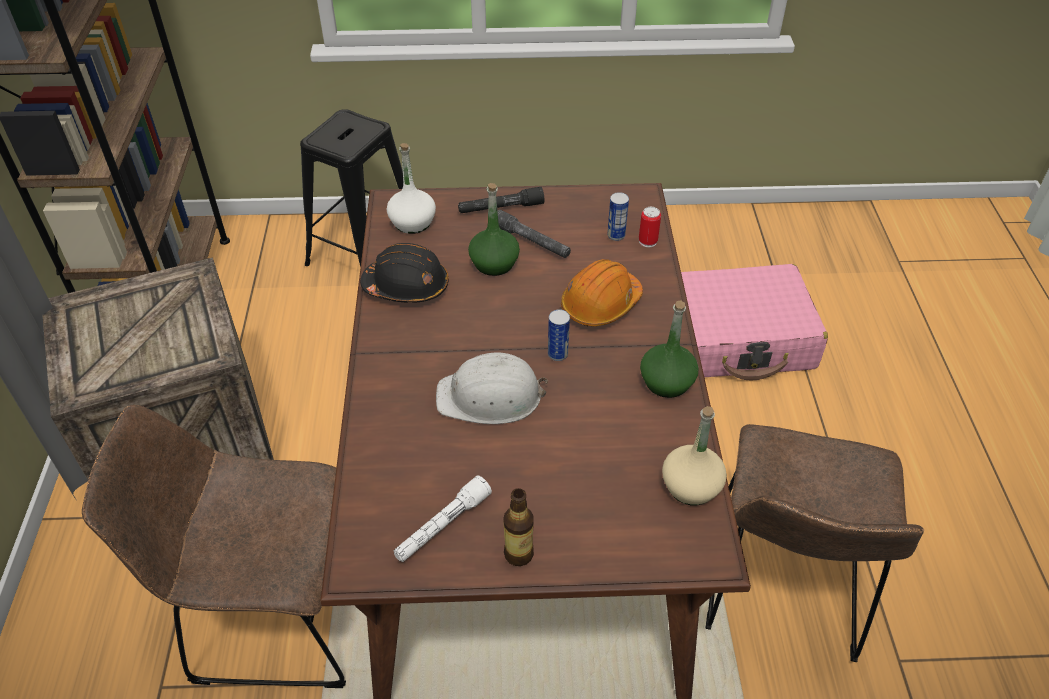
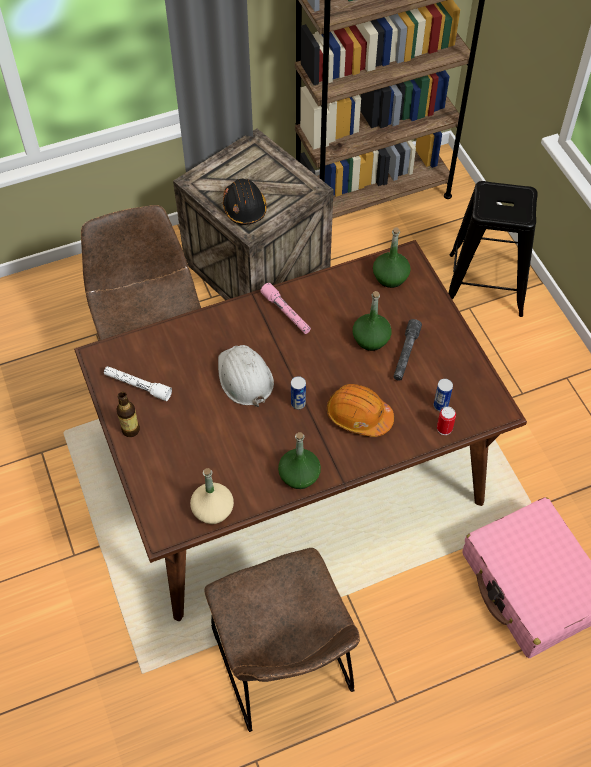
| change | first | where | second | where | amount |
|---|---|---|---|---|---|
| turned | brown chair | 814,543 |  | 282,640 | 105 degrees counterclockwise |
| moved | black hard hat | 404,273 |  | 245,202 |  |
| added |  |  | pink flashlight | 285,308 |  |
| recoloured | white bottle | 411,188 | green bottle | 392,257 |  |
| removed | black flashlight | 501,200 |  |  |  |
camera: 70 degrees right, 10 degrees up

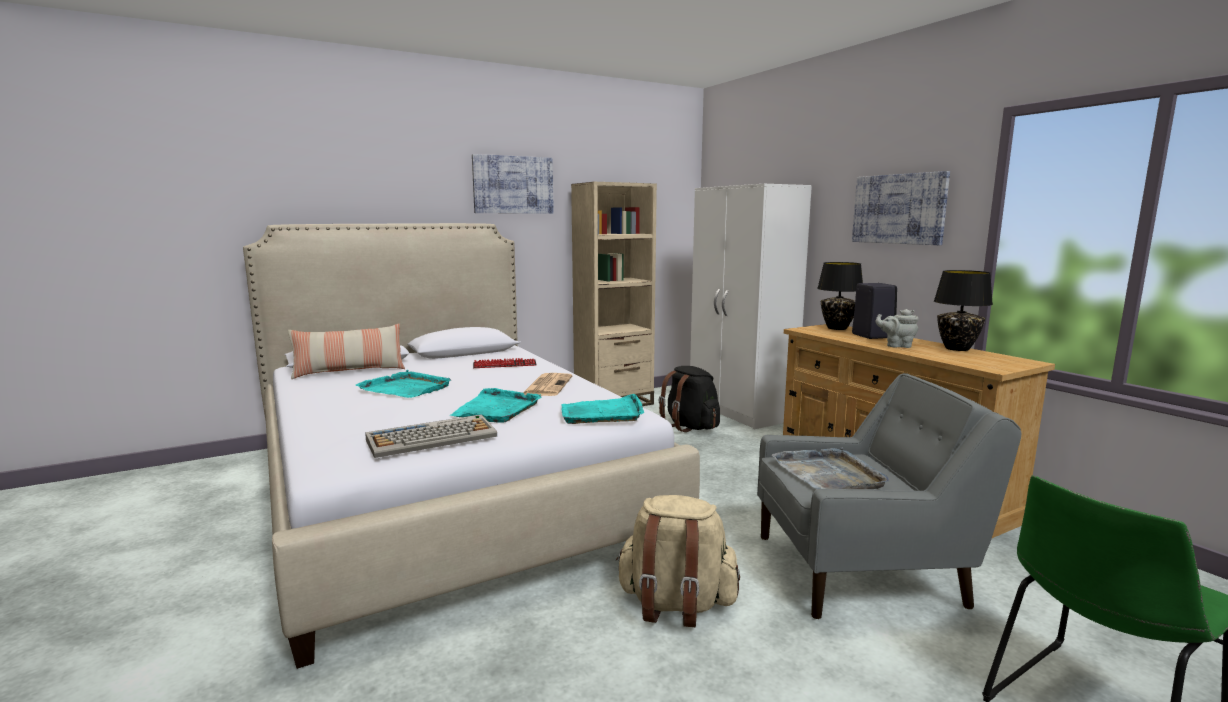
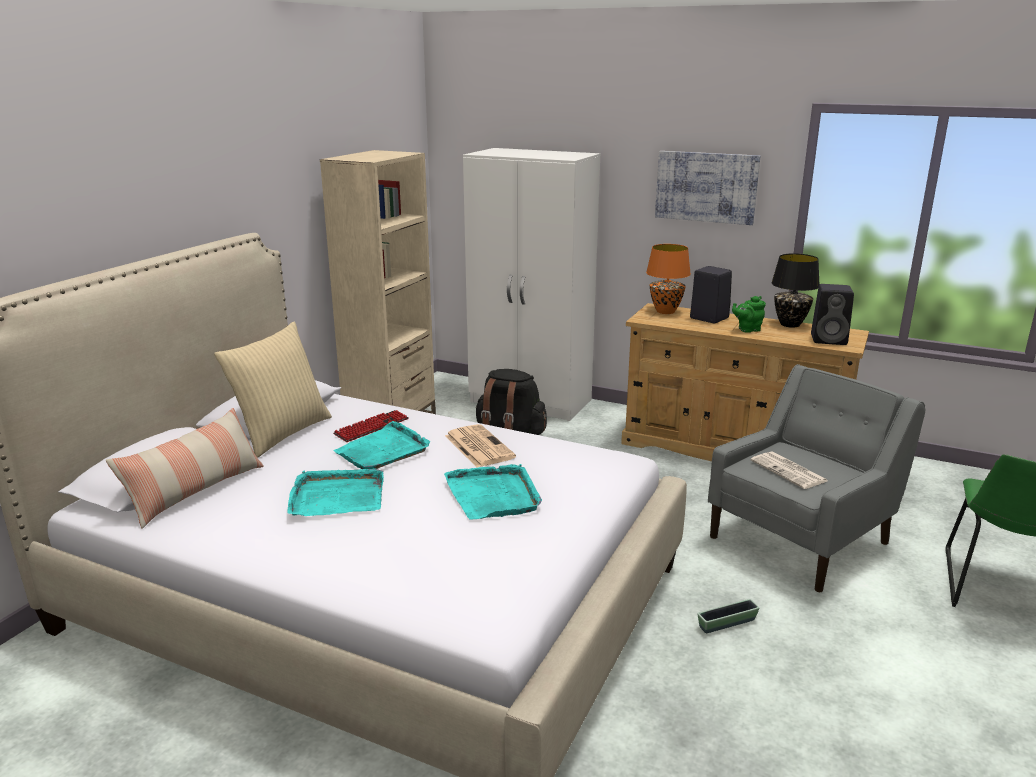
| change | first | where | second | where | amount |
|---|---|---|---|---|---|
| added |  |  | beige pillow | 273,390 |  |
| moved | turquoise tray | 603,409 |  | 381,445 |  |
| recoloured | black table lamp | 840,296 | orange table lamp | 668,279 |  |
| replaced | beige backpack | 678,561 | planter | 728,616 |  |
| recoloured | grey teapot | 897,328 | green teapot | 749,314 |  |
| replaced | grey tray | 830,468 | newspaper | 789,470 |  |
| added |  |  | black speaker | 832,314 |  |
| removed | keyboard | 431,436 |  |  |  |
| removed | picture | 513,184 |  |  |  |
camera: 35 degrees left, 10 degrees up

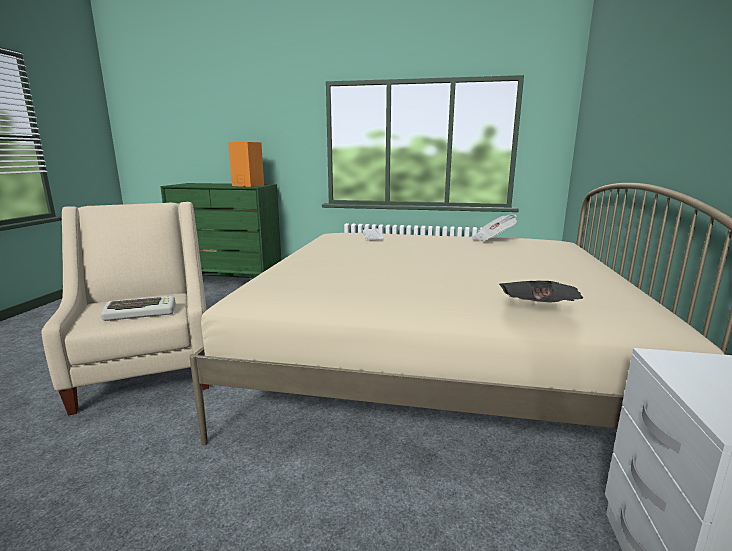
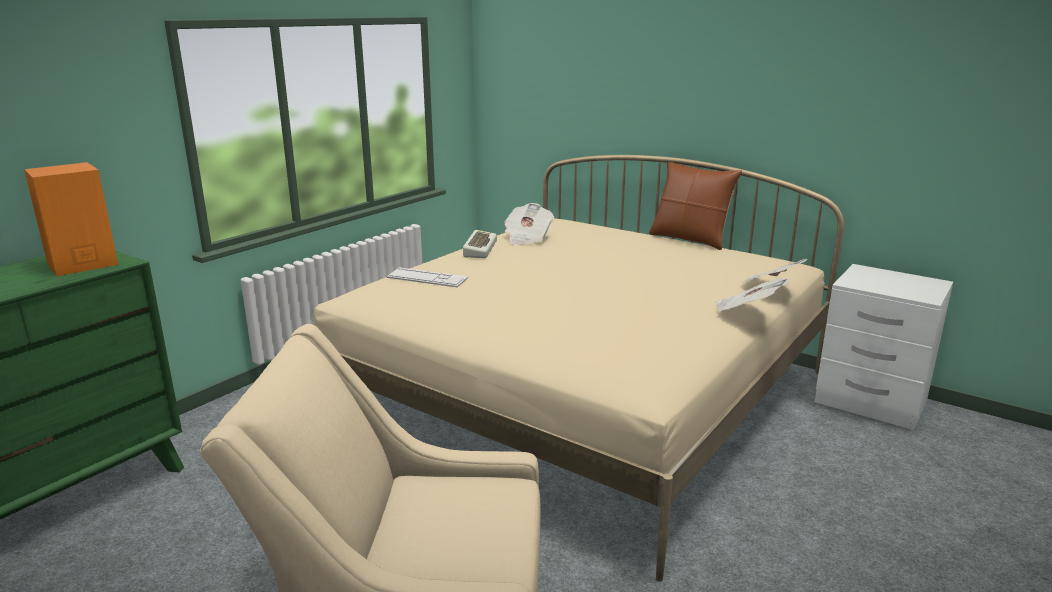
| change | first | where | second | where | amount |
|---|---|---|---|---|---|
| moved | keyboard | 138,308 |  | 480,244 |  |
| added |  |  | brown pillow | 695,206 |  |
| added |  |  | newspaper | 752,294 |  |
camera: 65 degrees left, 5 degrees up

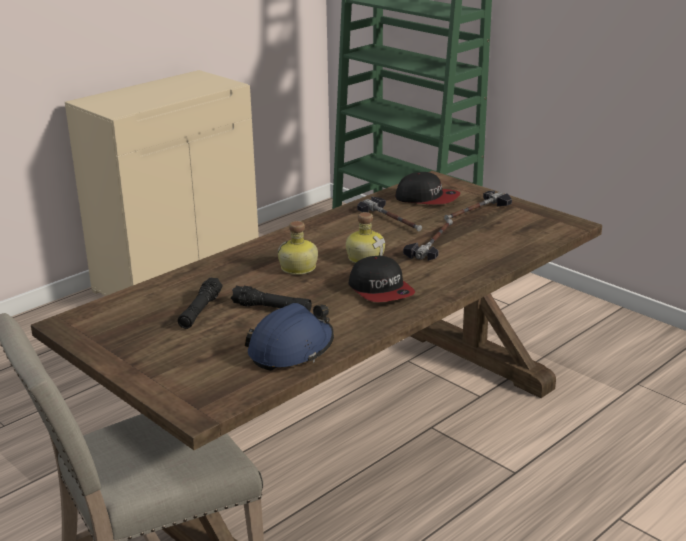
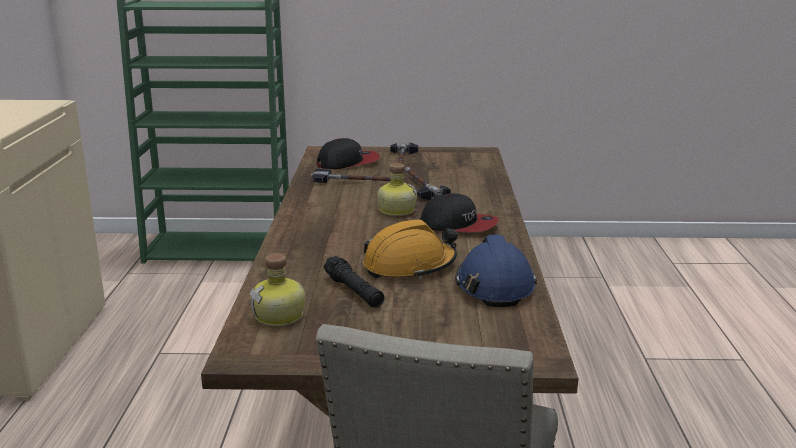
| change | first | where | second | where | amount |
|---|---|---|---|---|---|
| moved | bottle | 298,248 |  | 277,289 |  |
| replaced | black flashlight | 271,298 | orange hard hat | 410,249 |  |
camera: 45 degrees left, 5 degrees down

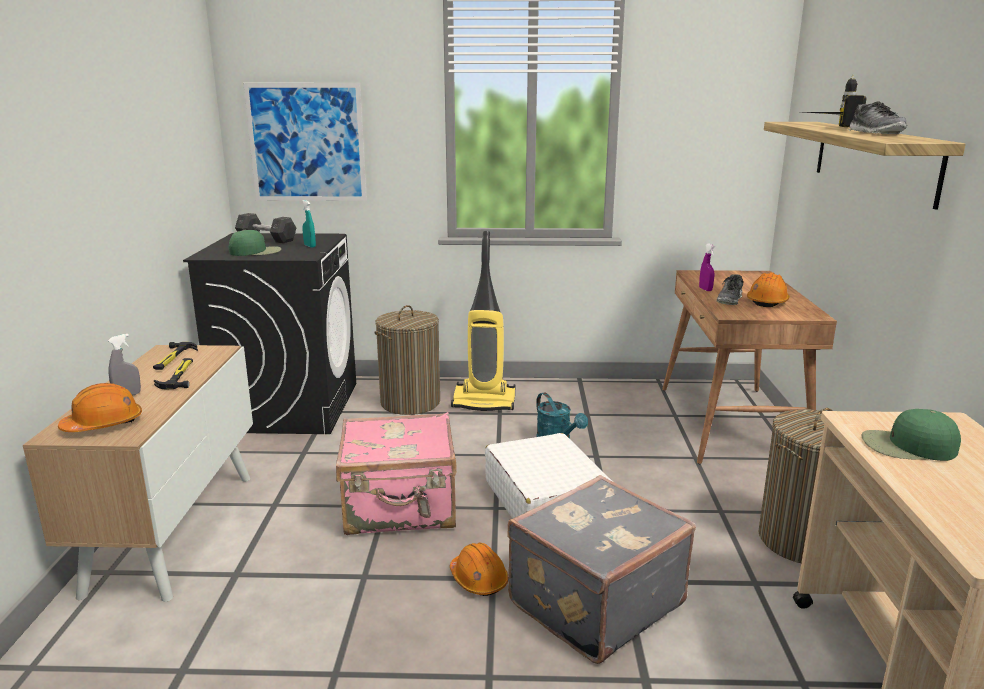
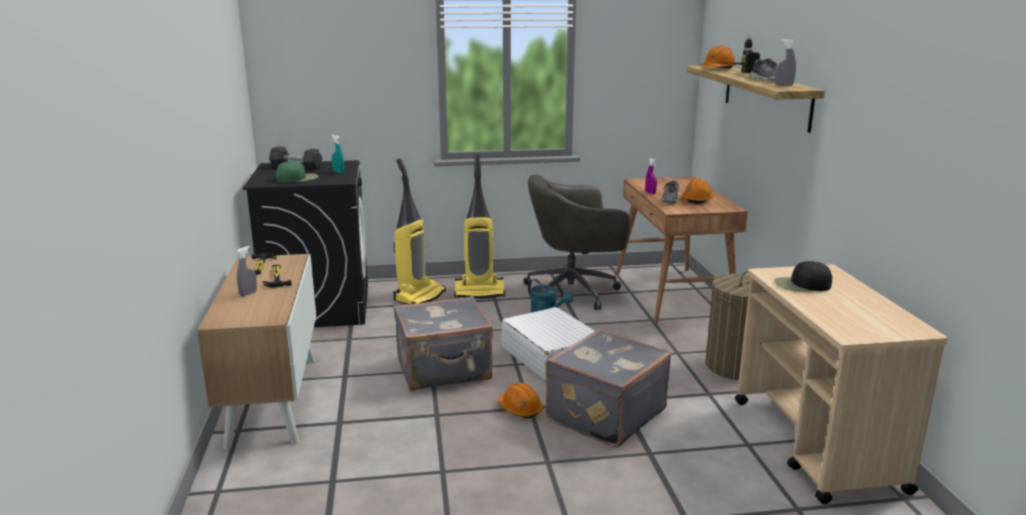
| change | first | where | second | where | amount |
|---|---|---|---|---|---|
| replaced | laundry basket | 407,360 | vacuum cleaner | 419,231 |  |
| recoloured | pink suitcase | 396,473 | grey suitcase | 443,343 |  |
| added |  |  | grey office chair | 577,242 |  |
| moved | orange hard hat | 100,407 |  | 718,57 |  |
| added |  |  | grey spray bottle | 785,62 |  |
| recoloured | green cap | 911,435 | black cap | 803,276 |  |
| removed | picture | 305,142 |  |  |  |
camera: 10 degrees left, 0 degrees up

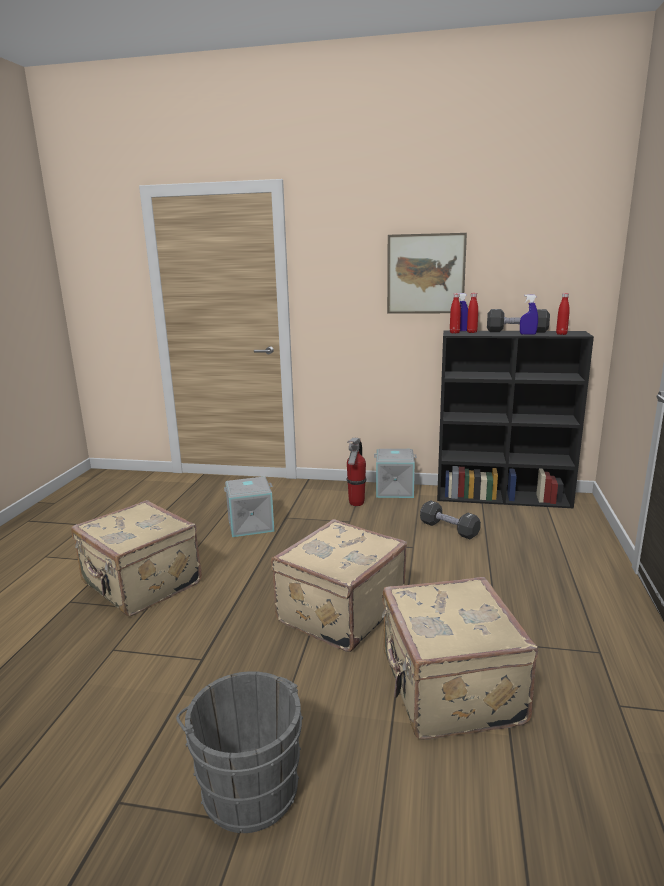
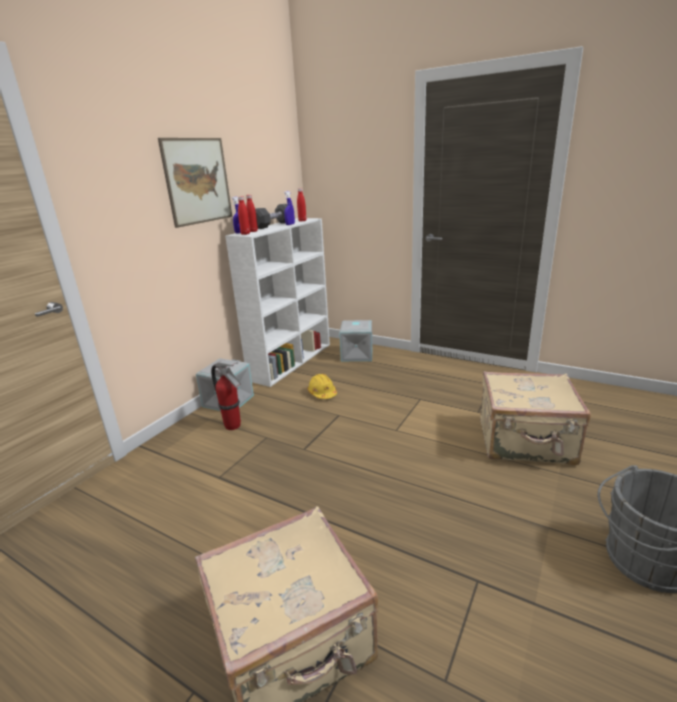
| change | first | where | second | where | amount |
|---|---|---|---|---|---|
| recoloured | black bookcase | 515,419 | white bookcase | 277,302 |  |
| replaced | black dumbbell | 450,519 | yellow hard hat | 322,386 |  |
| moved | grey storage box | 249,507 |  | 356,340 |  |
| removed | beige suitcase | 339,585 |  |  |  |
camera: 70 degrees left, 5 degrees up

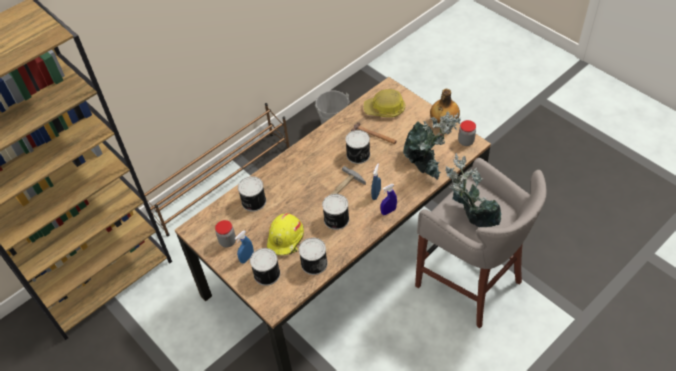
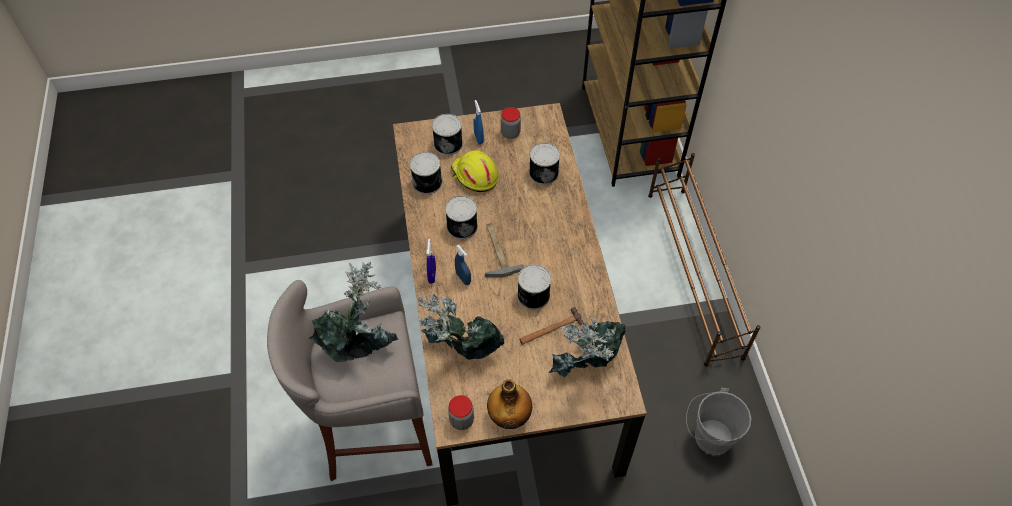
| change | first | where | second | where | amount |
|---|---|---|---|---|---|
| replaced | hard hat | 384,103 | potted plant | 587,347 |  |
camera: 120 degrees right, 5 degrees up

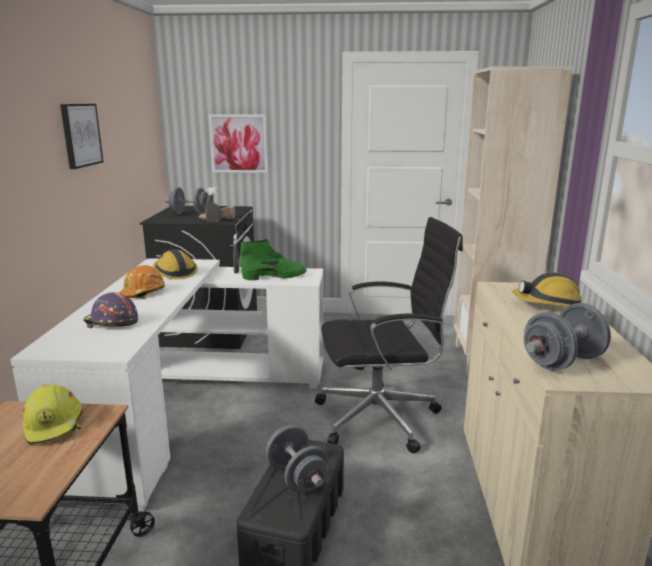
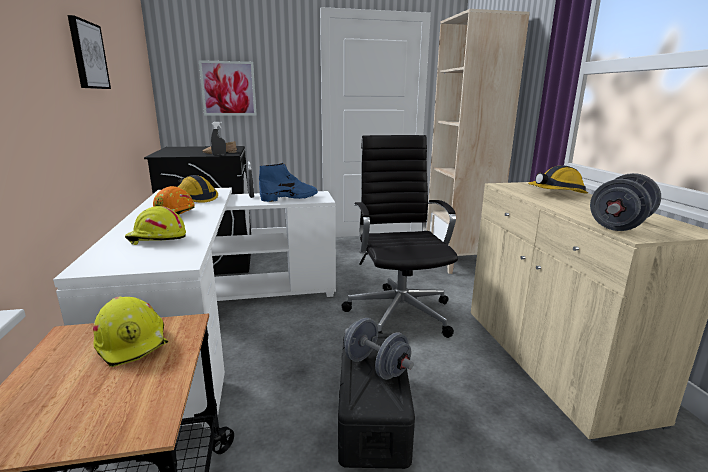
| change | first | where | second | where | amount |
|---|---|---|---|---|---|
| recoloured | purple hard hat | 110,310 | yellow hard hat | 155,225 |  |
| recoloured | green boot | 273,259 | blue boot | 288,182 |  |
| turned | black office chair | 389,335 |  | 400,236 | 75 degrees counterclockwise |
| removed | grey dumbbell | 186,201 |  |  |  |
camera: 15 degrees left, 0 degrees up

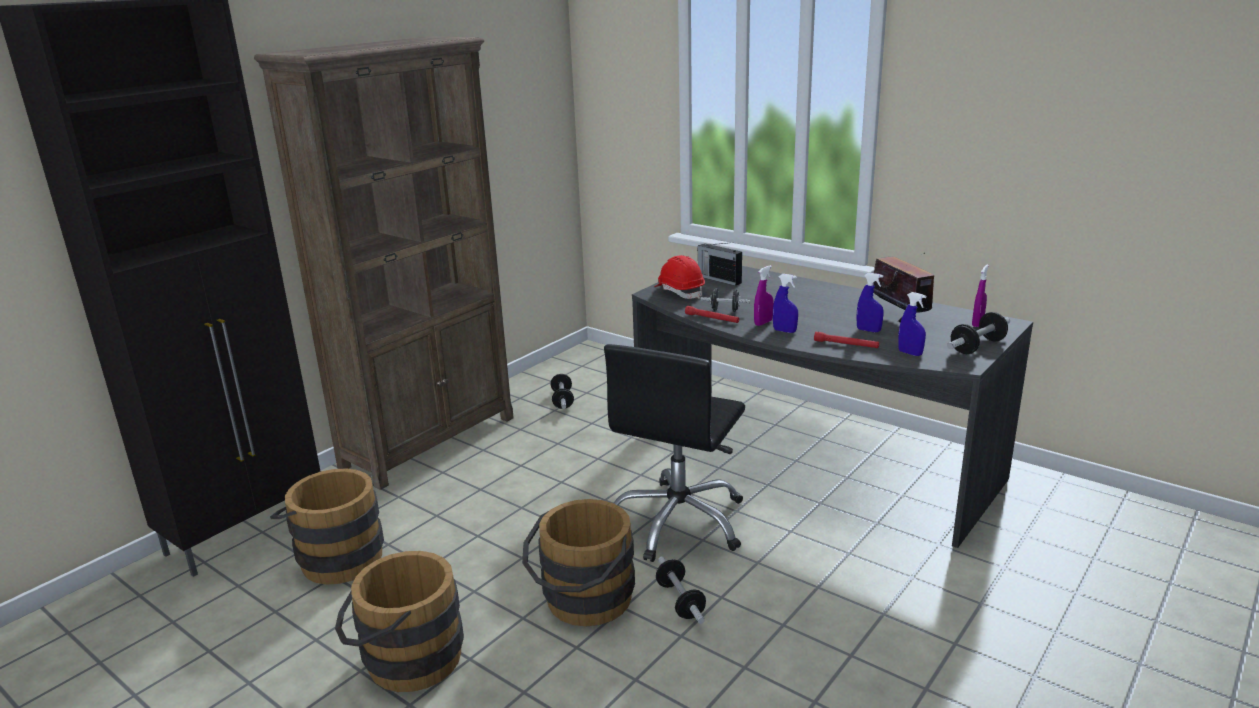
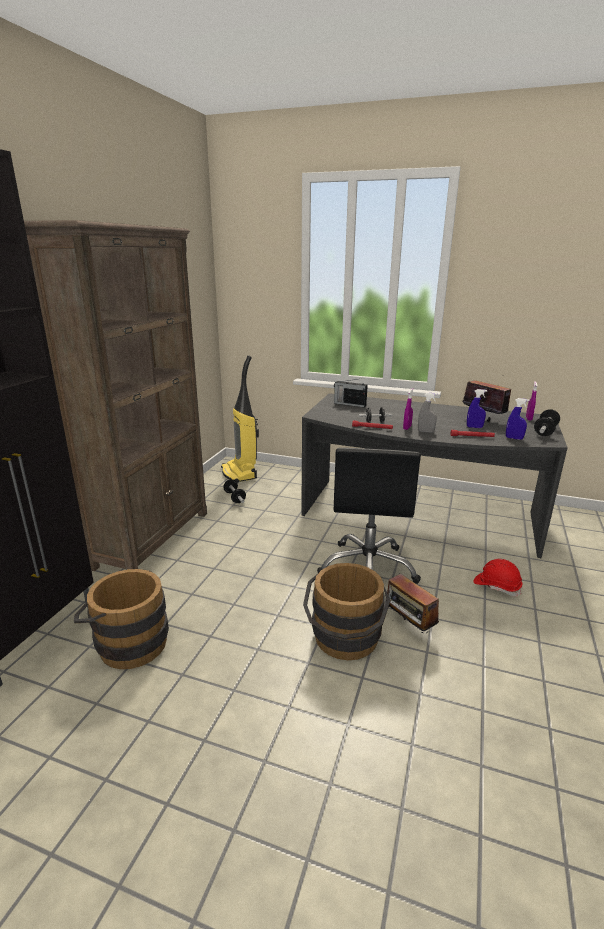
| change | first | where | second | where | amount |
|---|---|---|---|---|---|
| added |  |  | vacuum cleaner | 240,419 |  |
| replaced | dumbbell | 681,590 | radio | 412,603 |  |
| recoloured | blue spray bottle | 785,303 | grey spray bottle | 427,413 |  |
| moved | red hard hat | 680,277 |  | 498,578 |  |
| removed | brown bucket | 399,621 |  |  |  |
camera: 20 degrees left, 0 degrees up

